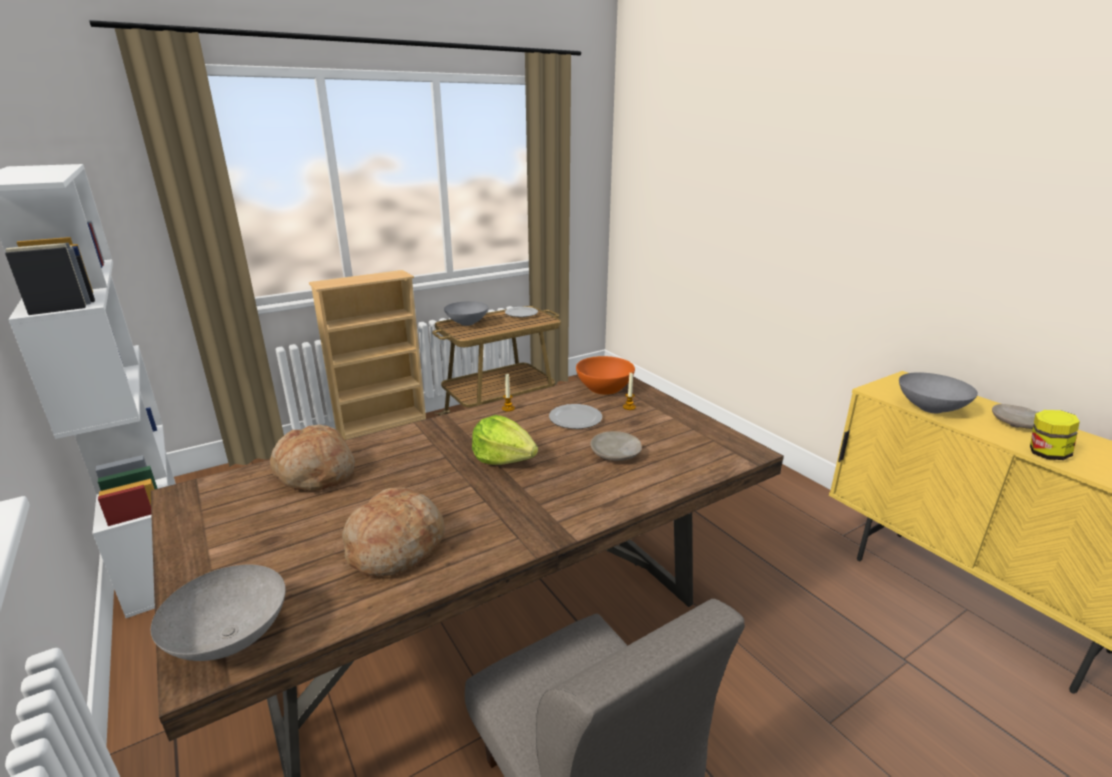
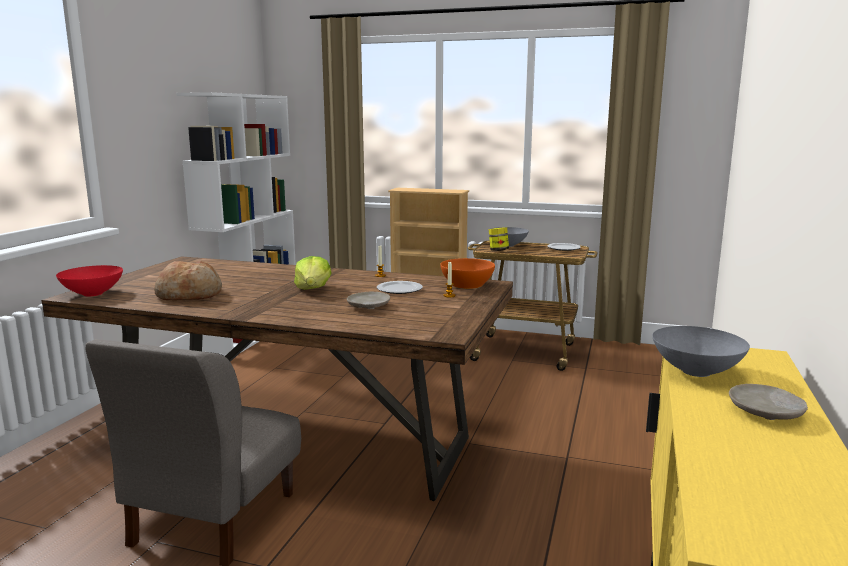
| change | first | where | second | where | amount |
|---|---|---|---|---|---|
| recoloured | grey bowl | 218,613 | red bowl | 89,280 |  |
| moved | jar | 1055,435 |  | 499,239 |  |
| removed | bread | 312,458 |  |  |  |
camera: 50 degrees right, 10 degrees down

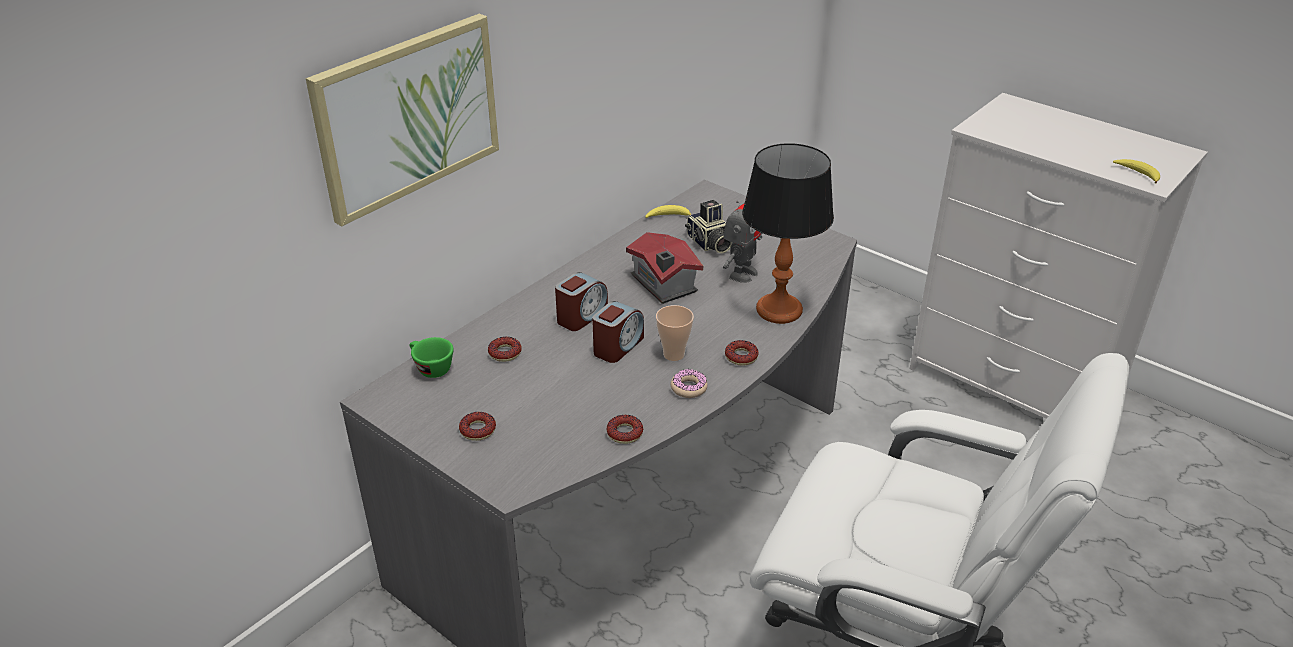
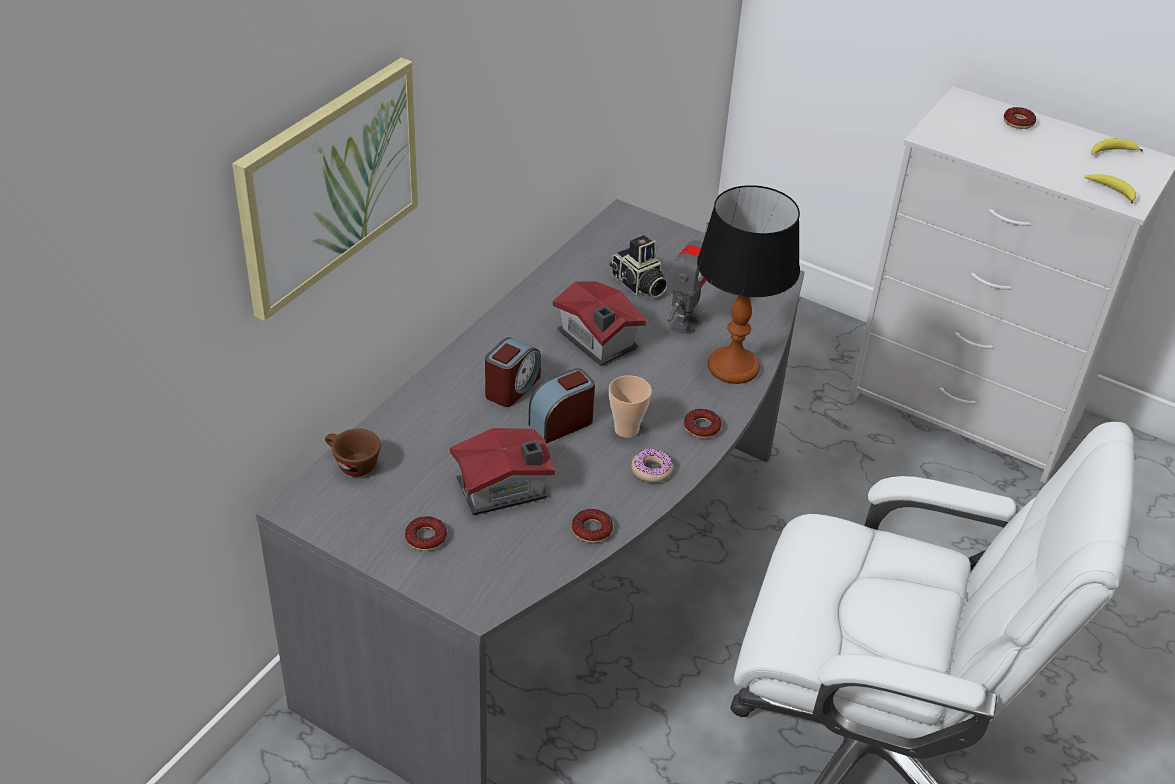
| change | first | where | second | where | amount |
|---|---|---|---|---|---|
| recoloured | green cup | 431,357 | brown cup | 353,453 |  |
| added |  |  | toy house | 502,471 |  |
| turned | alarm clock | 618,332 |  | 562,406 | 150 degrees counterclockwise |
| moved | donut | 505,349 |  | 1020,118 |  |
| moved | banana | 668,211 |  | 1117,146 |  |
camera: 10 degrees left, 5 degrees up

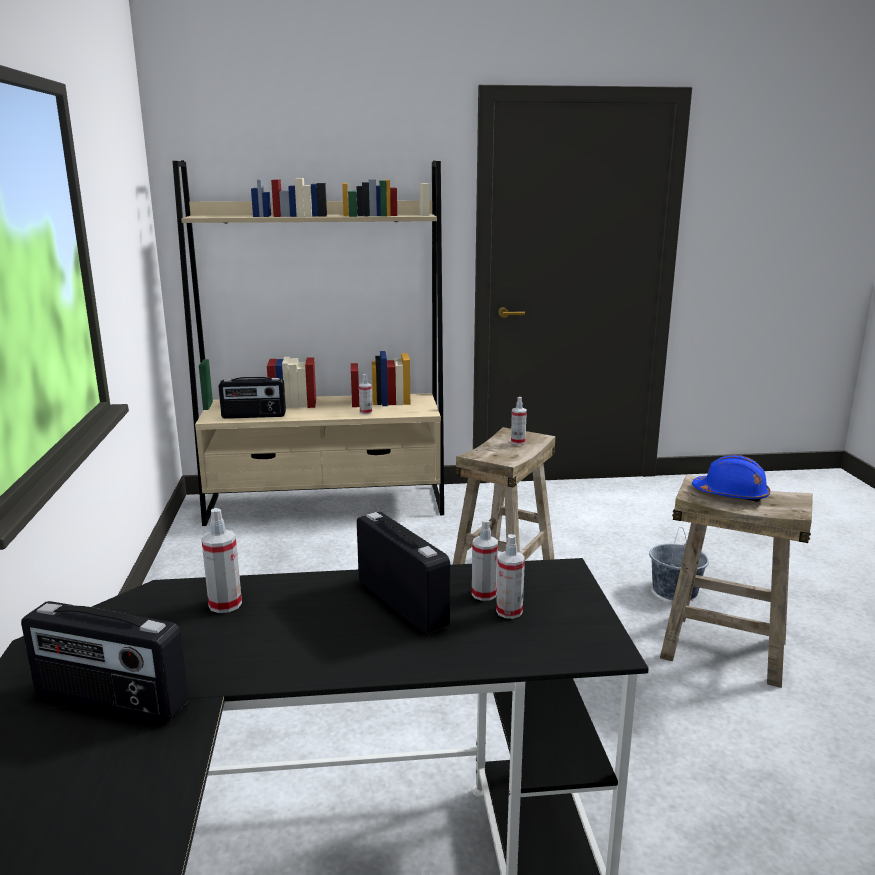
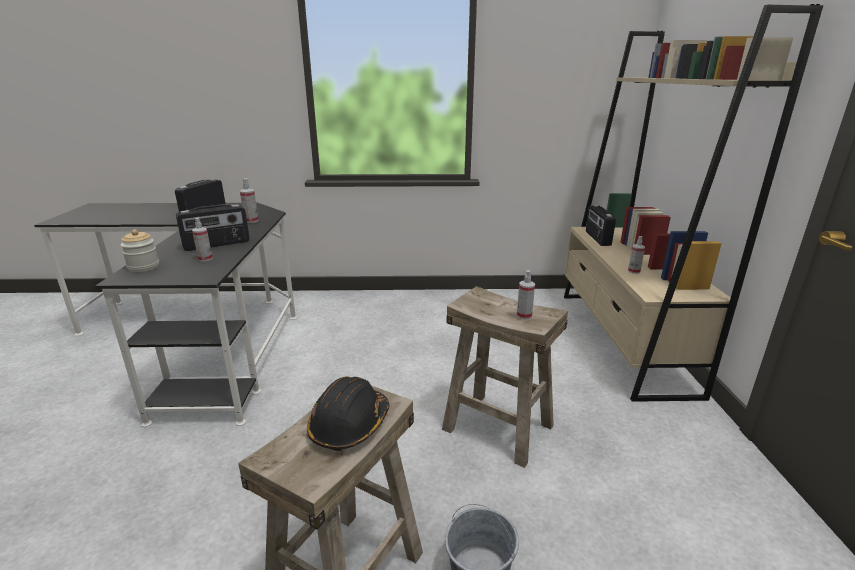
| change | first | where | second | where | amount |
|---|---|---|---|---|---|
| added |  |  | jar | 140,251 |  |
| recoloured | blue hard hat | 731,478 | black hard hat | 348,413 |  |
| removed | spray bottle | 510,576 |  |  |  |
camera: 95 degrees right, 5 degrees up

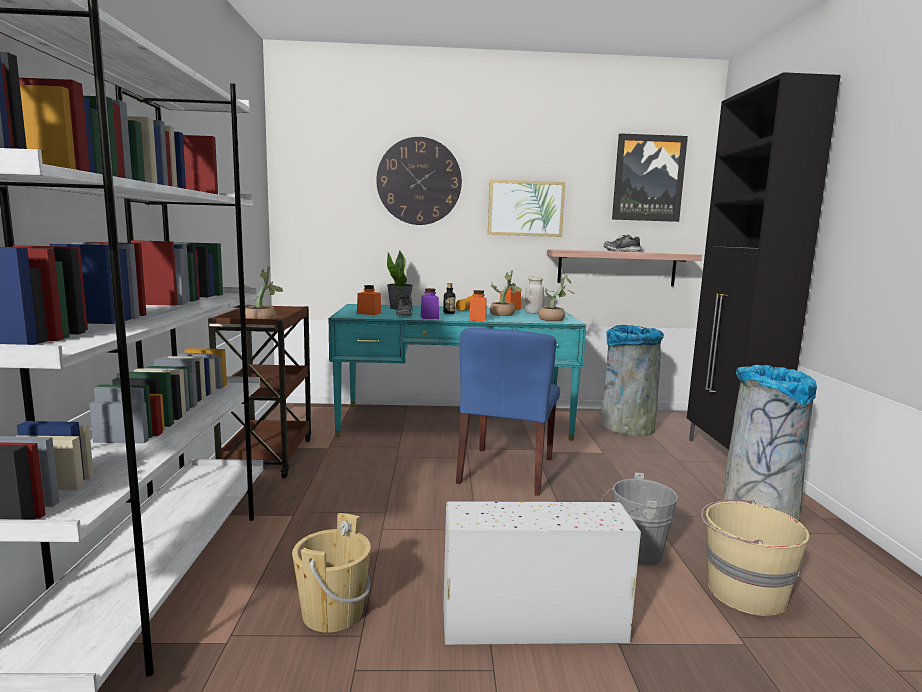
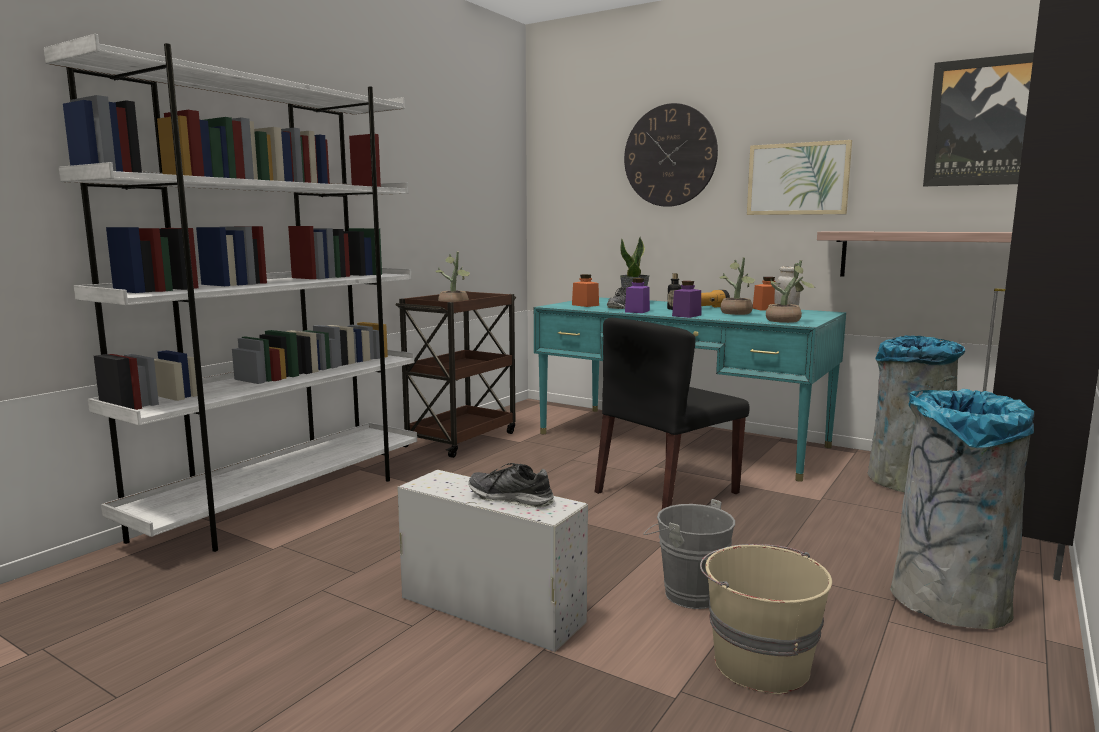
| change | first | where | second | where | amount |
|---|---|---|---|---|---|
| moved | shoe | 622,243 |  | 511,485 |  |
| recoloured | blue chair | 508,412 | black chair | 672,413 |  |
| recoloured | orange jar | 477,305 | purple jar | 686,299 |  |
| removed | beige bucket | 331,572 |  |  |  |
camera: 35 degrees right, 0 degrees up

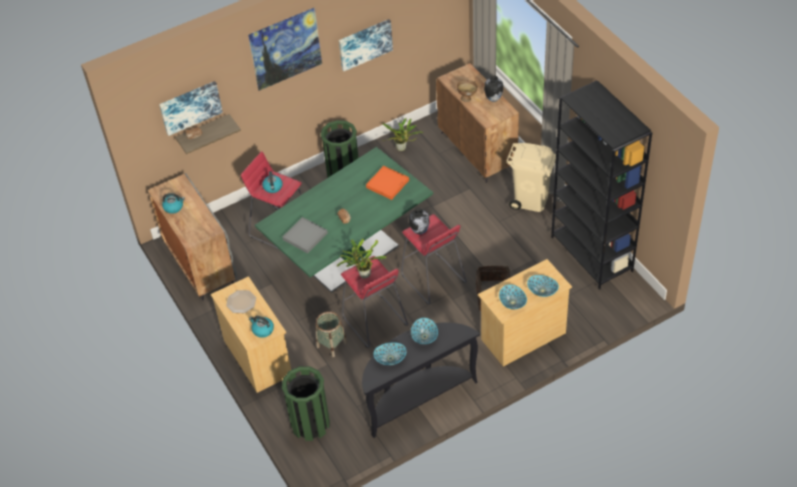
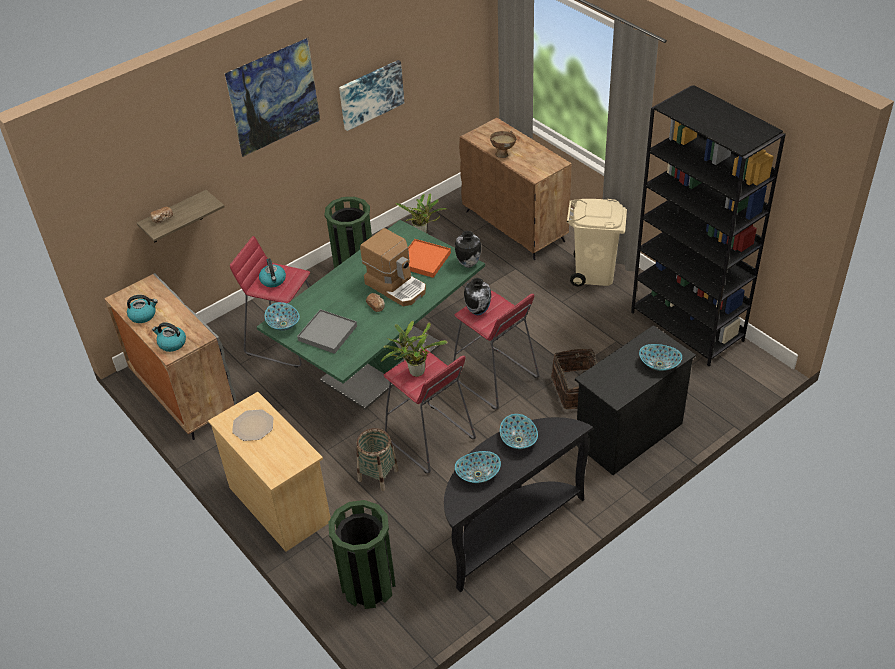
| change | first | where | second | where | amount |
|---|---|---|---|---|---|
| moved | kettle | 261,327 |  | 169,337 |  |
| moved | bowl | 513,296 |  | 282,316 |  |
| added |  |  | coffee machine | 393,267 |  |
| moved | vase | 493,89 |  | 468,249 |  |
| recoloured | beige dresser | 525,313 | black dresser | 635,400 |  |
| removed | picture | 191,108 |  |  |  |
camera: 10 degrees left, 5 degrees down

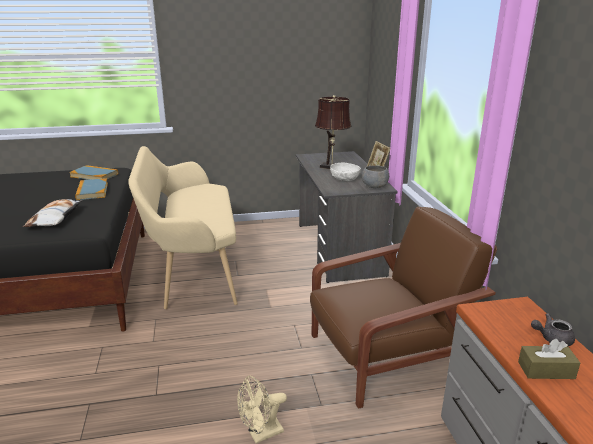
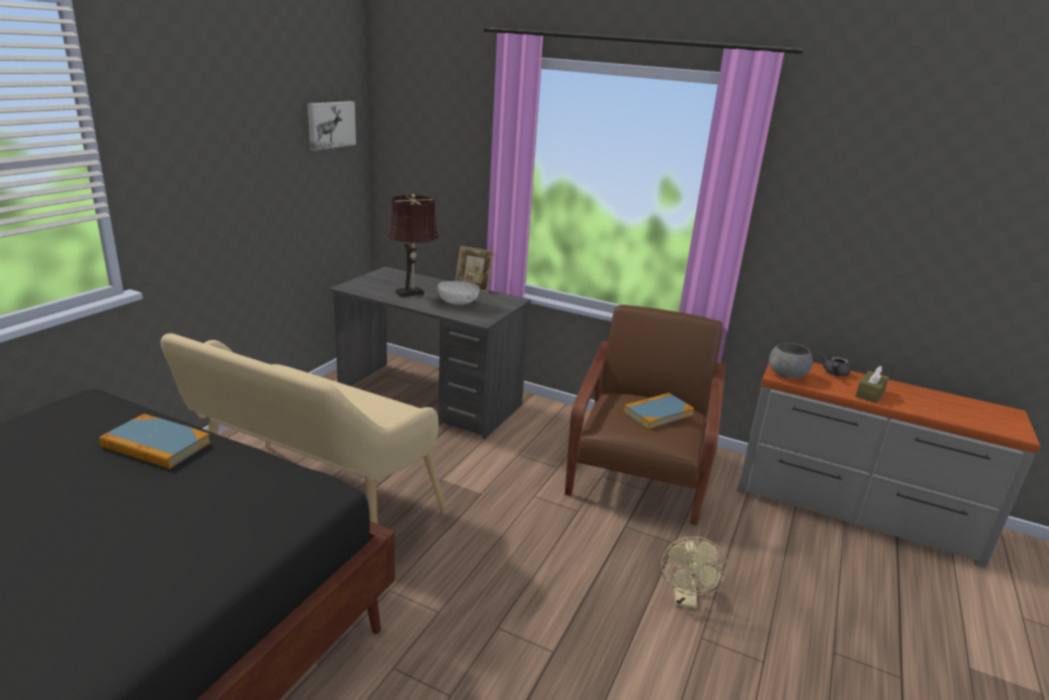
| change | first | where | second | where | amount |
|---|---|---|---|---|---|
| added |  |  | picture | 332,126 |  |
| moved | book | 93,172 |  | 659,411 |  |
| moved | grey bowl | 375,176 |  | 791,360 |  |
| removed | pillow | 52,213 |  |  |  |
camera: 55 degrees left, 0 degrees up

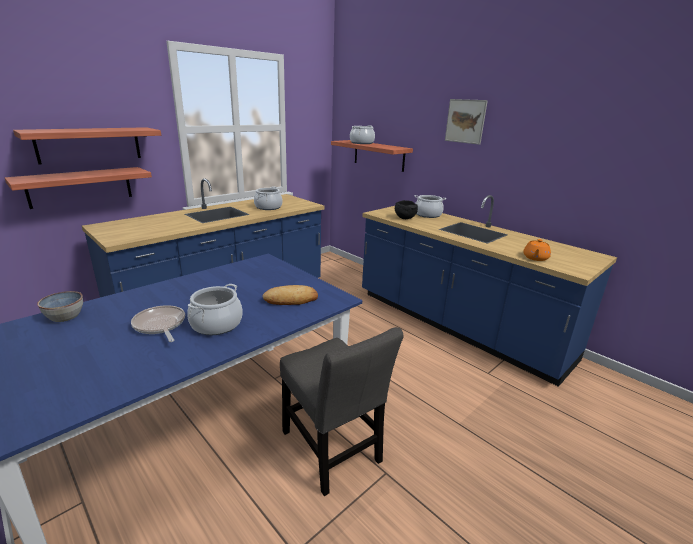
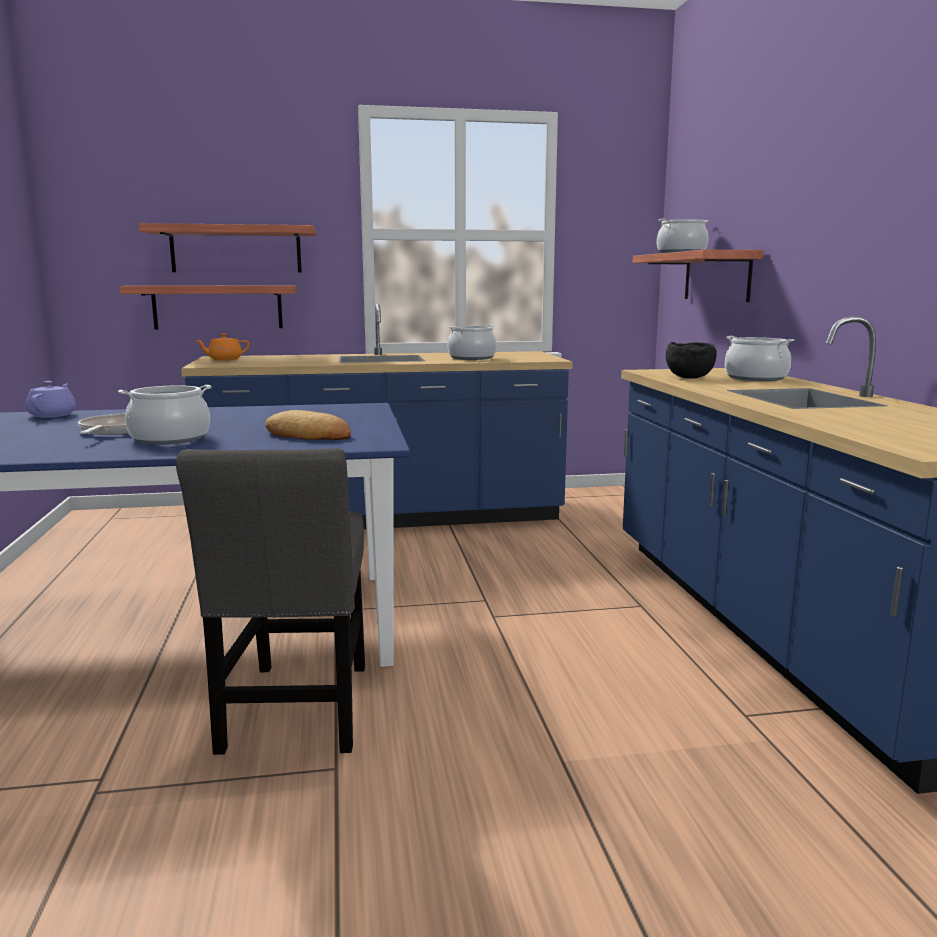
| change | first | where | second | where | amount |
|---|---|---|---|---|---|
| replaced | bowl | 60,306 | purple teapot | 51,399 |  |
| moved | orange teapot | 537,250 |  | 222,346 |  |
| removed | picture | 466,122 |  |  |  |
camera: 35 degrees right, 10 degrees down

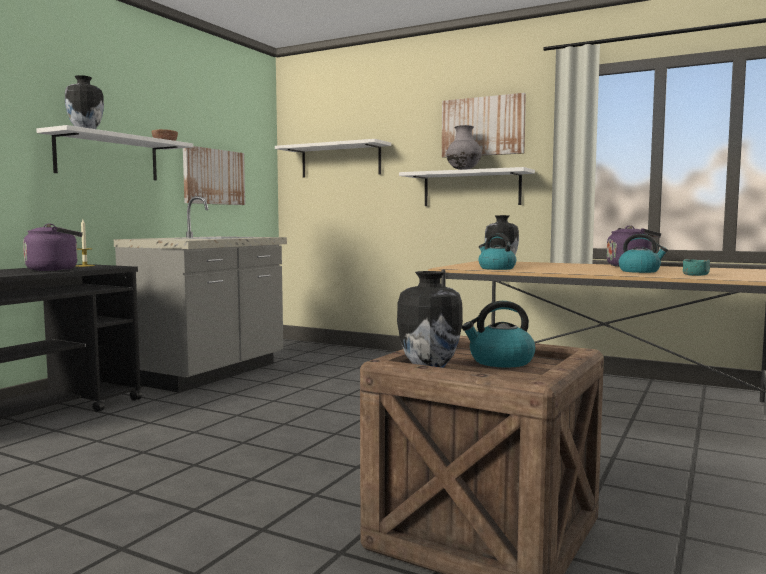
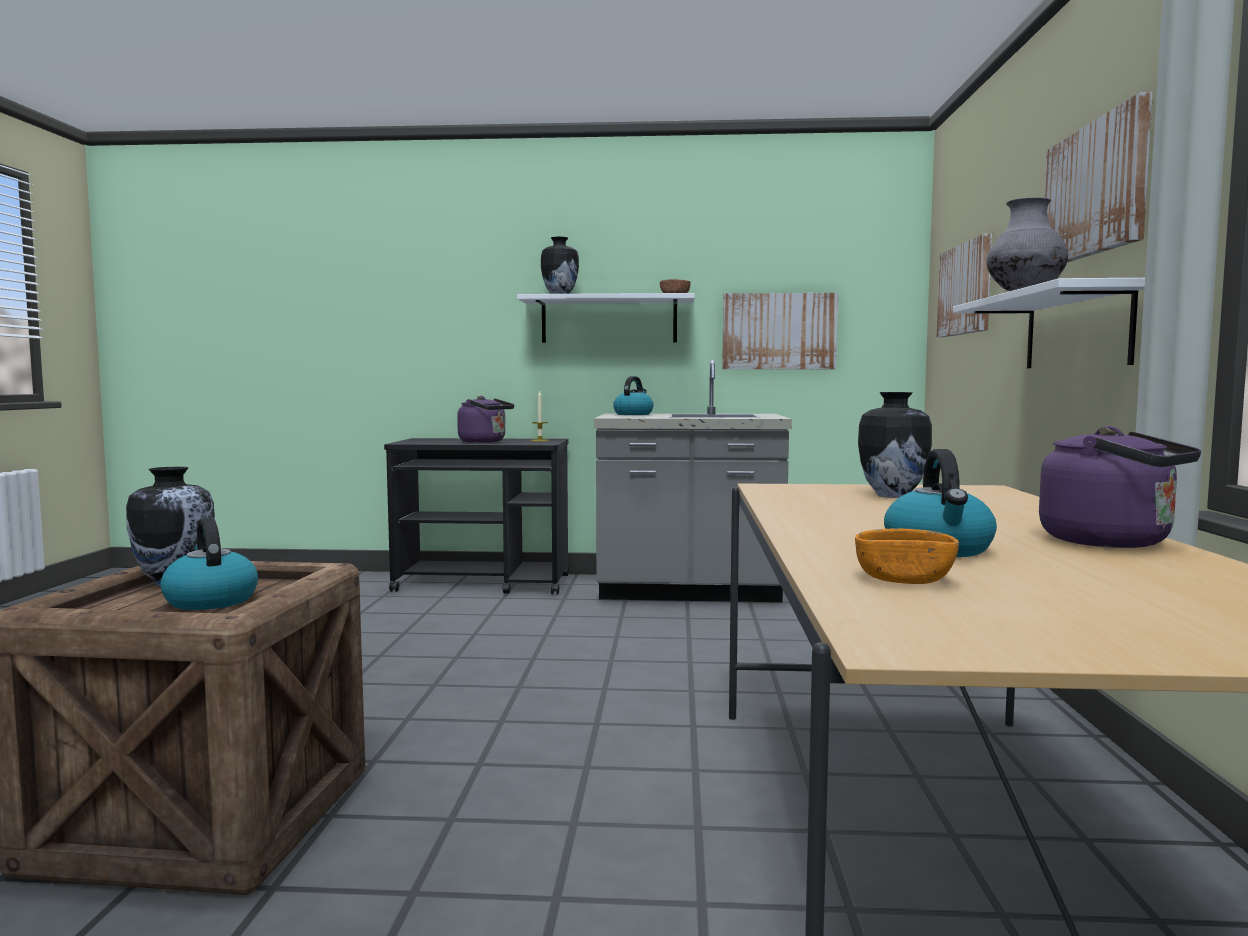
| change | first | where | second | where | amount |
|---|---|---|---|---|---|
| moved | kettle | 497,251 |  | 633,395 |  |
| recoloured | turquoise bowl | 696,267 | orange bowl | 907,556 |  |
| replaced | white shelf | 333,158 | picture | 964,285 |  |
camera: 65 degrees right, 0 degrees up

